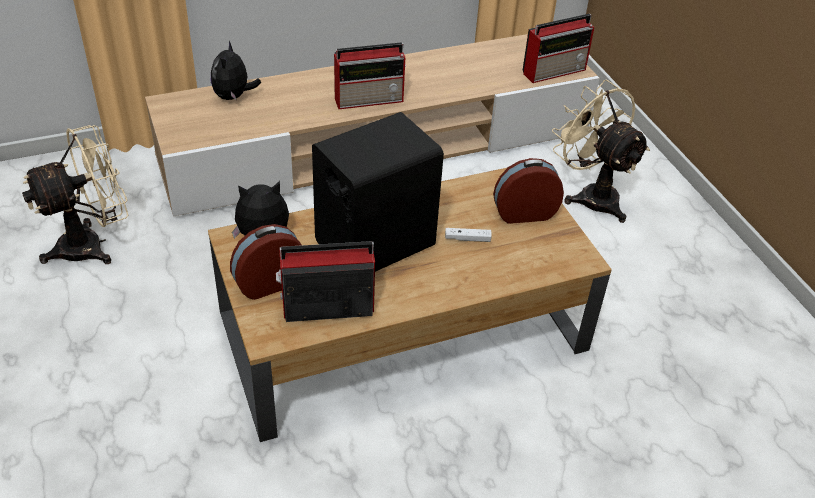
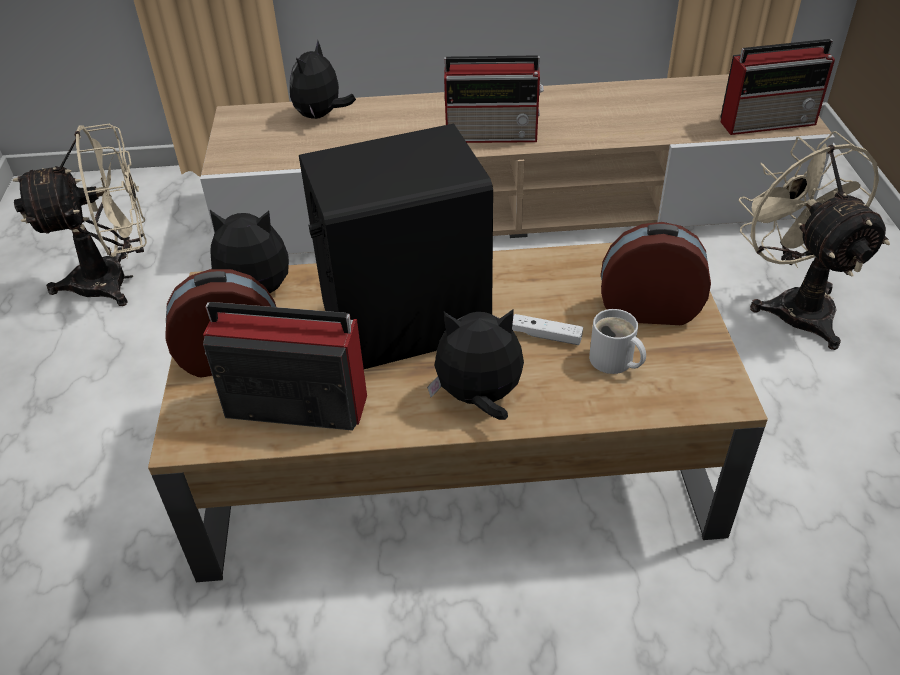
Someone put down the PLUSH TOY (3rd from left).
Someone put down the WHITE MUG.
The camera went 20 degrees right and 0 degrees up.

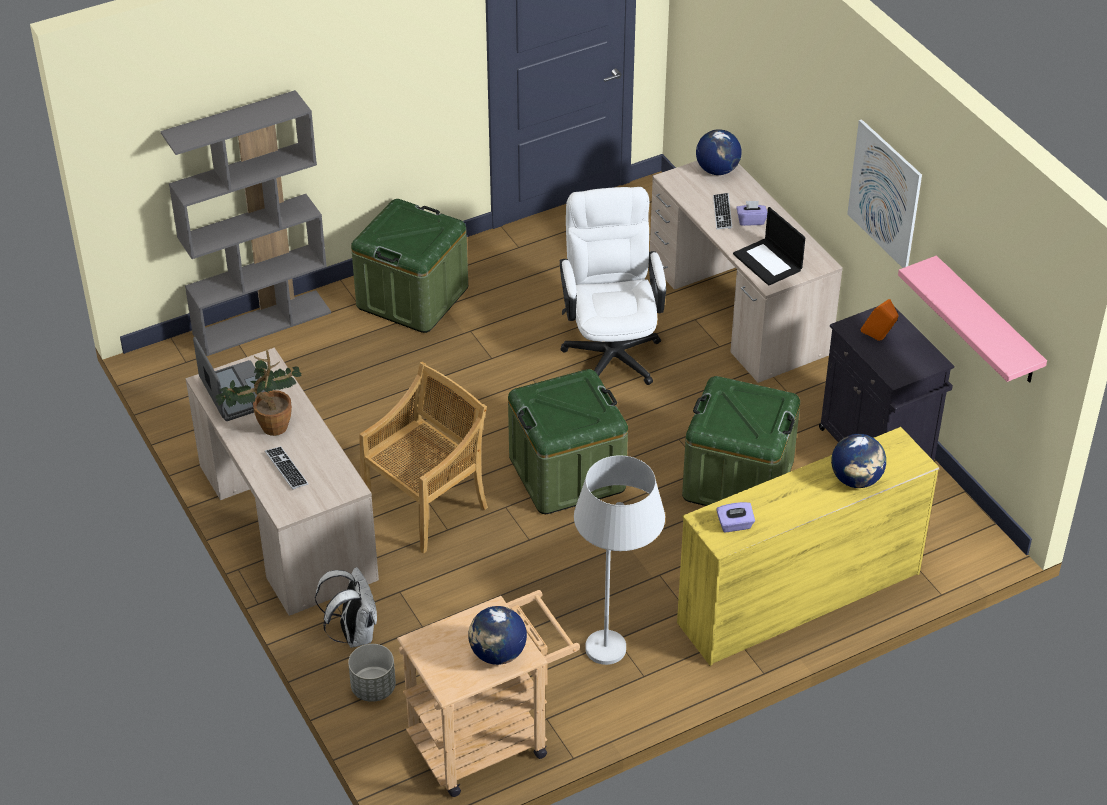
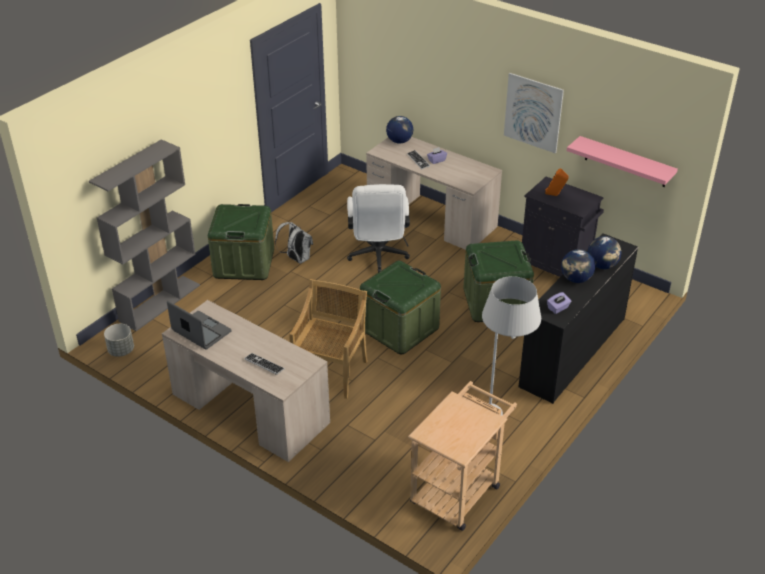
Someone took away the POTTED PLANT.
Someone carried the WHITE BACKPACK.
Someone carried the GREY PLANTER.
Someone carried the GLOBE (1st from left in the first image).
Someone rotated the WHITE OFFICE CHAIR by 150 degrees counterclockwise.
Someone repainted the YELLOW DRESSER, which became the BLACK DRESSER.
Someone took away the LAPTOP (2nd from left).
The camera went 25 degrees left and 5 degrees down.

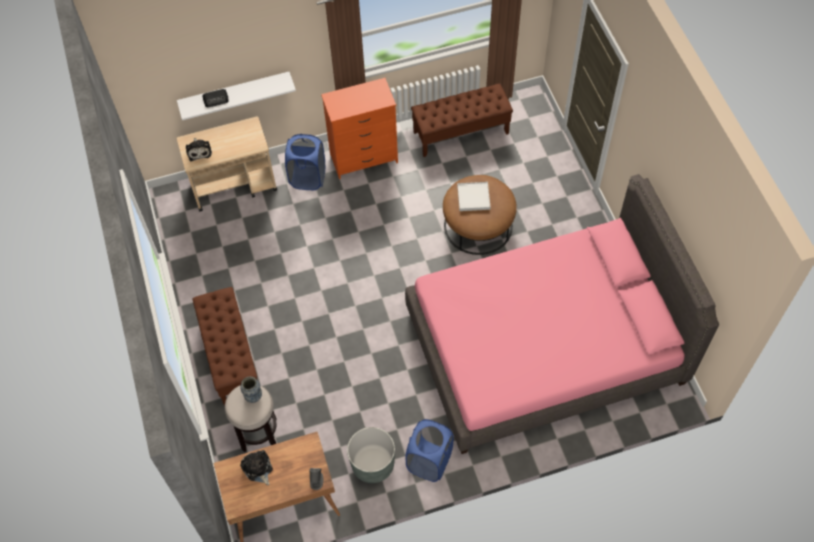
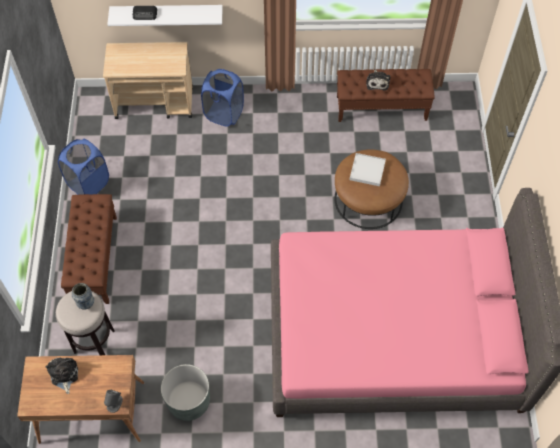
Someone carried the PLUSH TOY (1st from left in the first image).
Someone took away the ORANGE DRESSER.
Someone carried the BLUE LAUNDRY BASKET (2nd from left in the first image).
The camera went 15 degrees right and 0 degrees up.

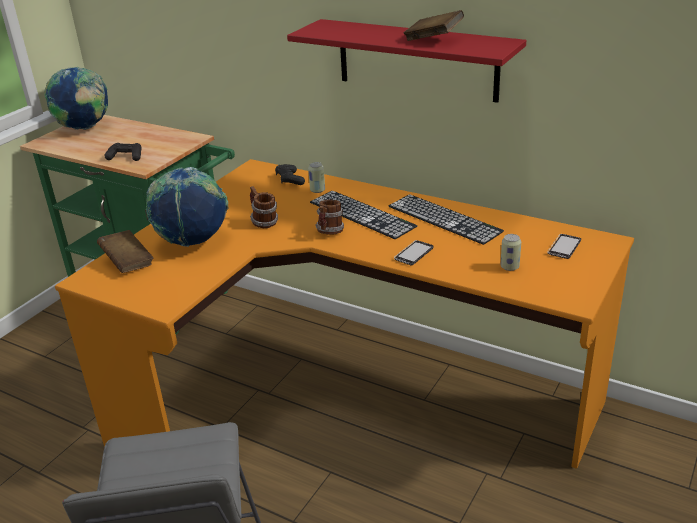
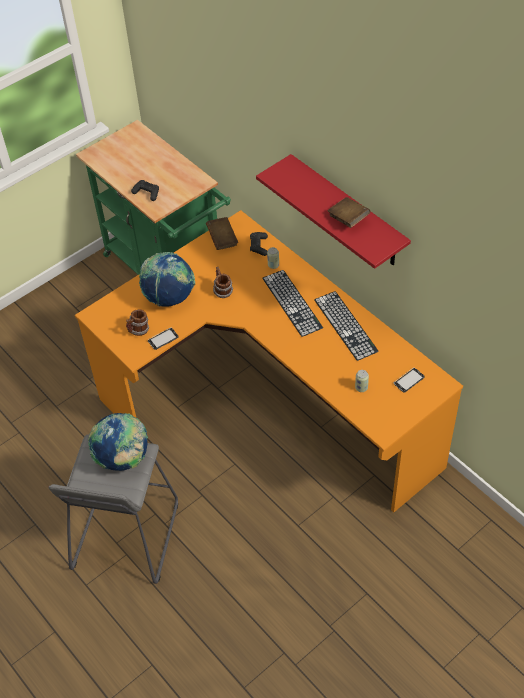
Someone carried the GLOBE (1st from left).
Someone carried the BROWN BOOK (1st from left).
Someone carried the MUG (2nd from left in the first image).
Someone carried the PHONE (1st from left).
The camera went 20 degrees right and 20 degrees up.

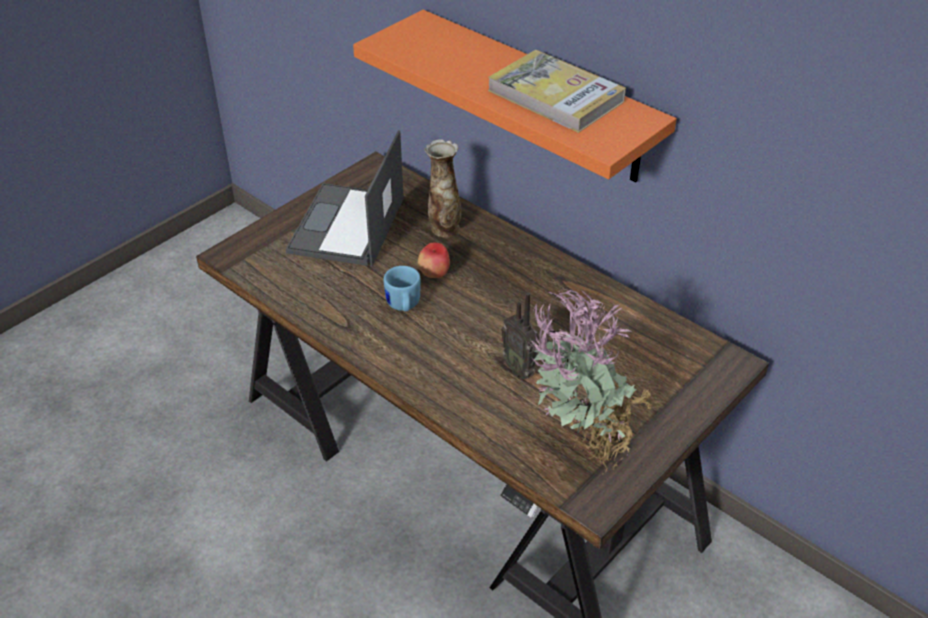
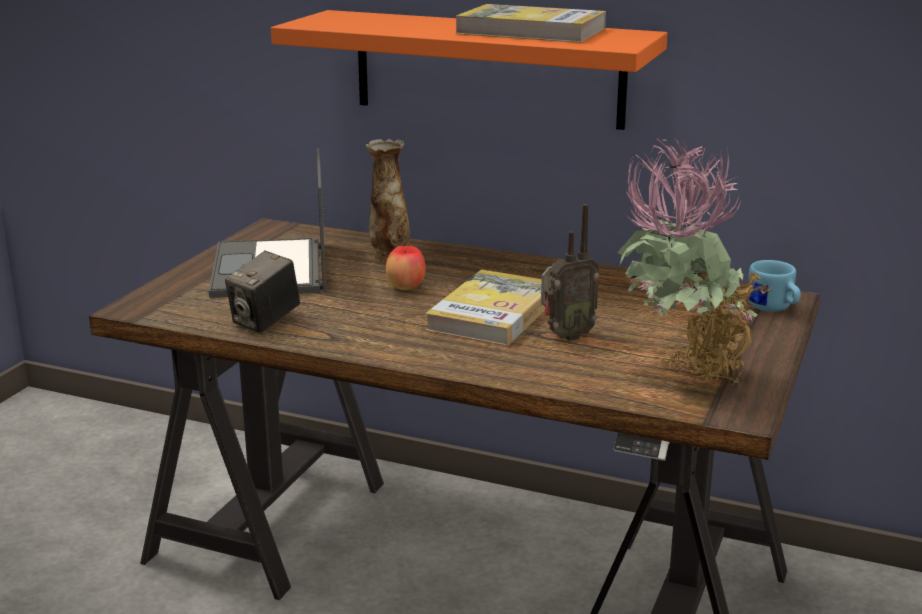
Someone carried the BLUE MUG.
Someone rotated the RADIO by 60 degrees counterclockwise.
Someone put down the PHOTO CAMERA.
Someone put down the BOOK (1st from left).
The camera went 20 degrees left and 20 degrees down.

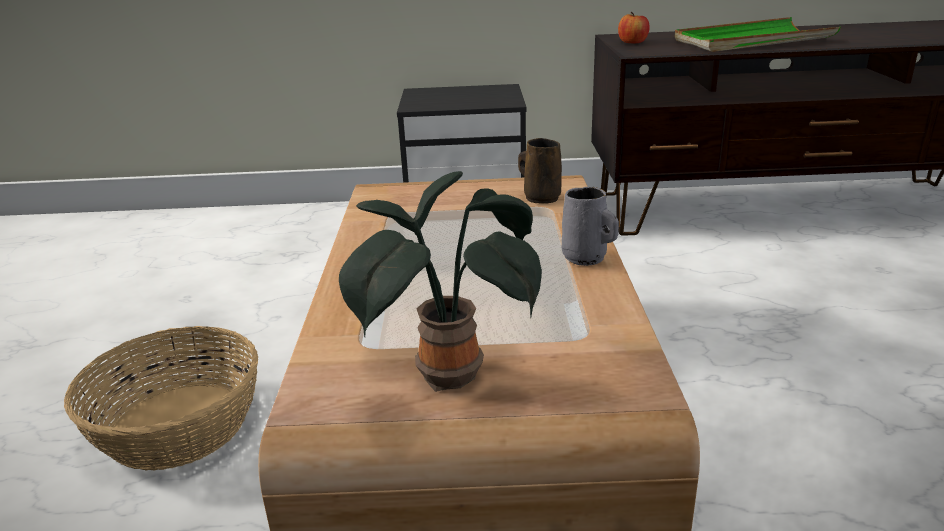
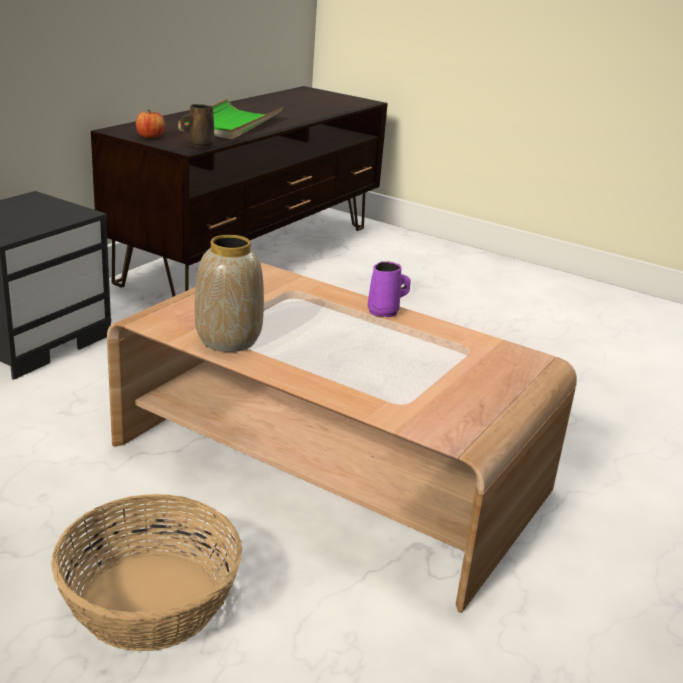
Someone took away the POTTED PLANT.
Someone carried the BROWN MUG.
Someone repainted the GREY MUG, which became the PURPLE MUG.
Someone put down the VASE.
The camera went 60 degrees left and 0 degrees up.

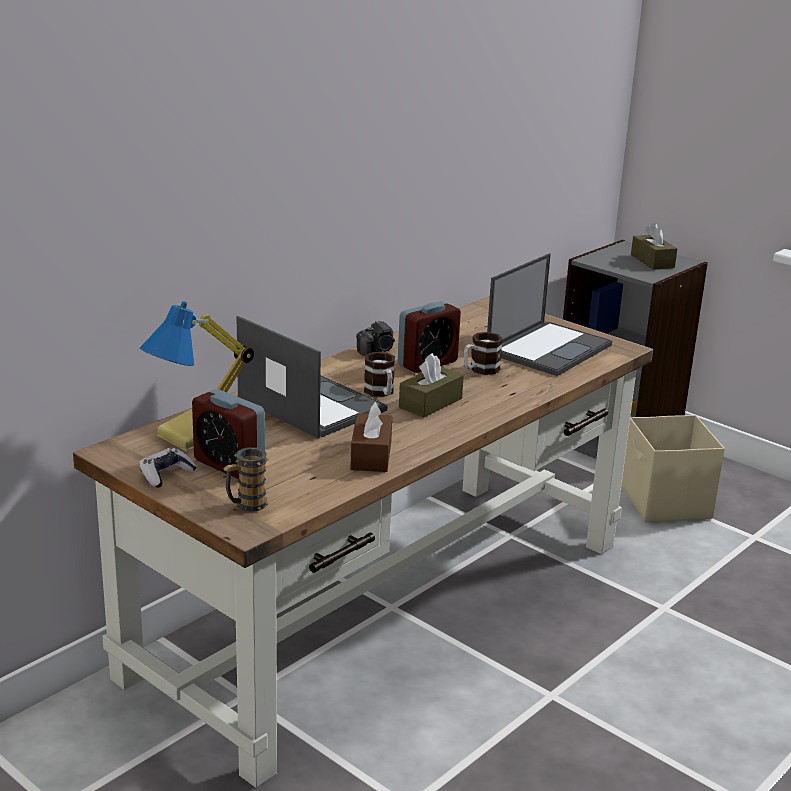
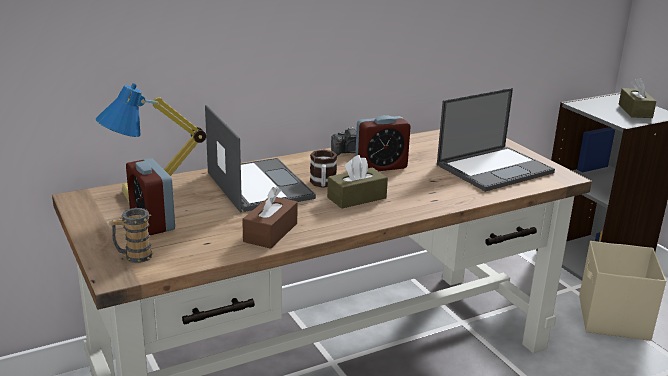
Someone took away the GAME CONTROLLER.
Someone took away the MUG (3rd from left).
The camera went 20 degrees right and 0 degrees up.

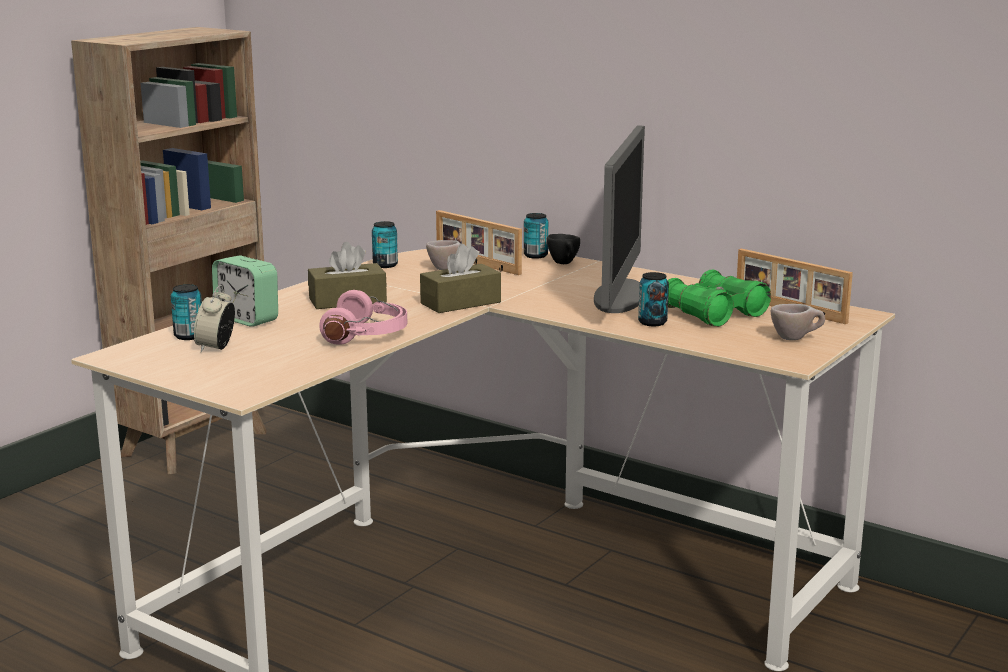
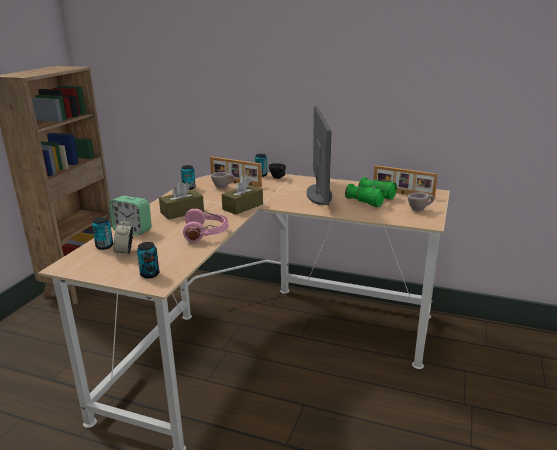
Someone carried the CAN (4th from left in the first image).
The camera went 15 degrees left and 5 degrees up.

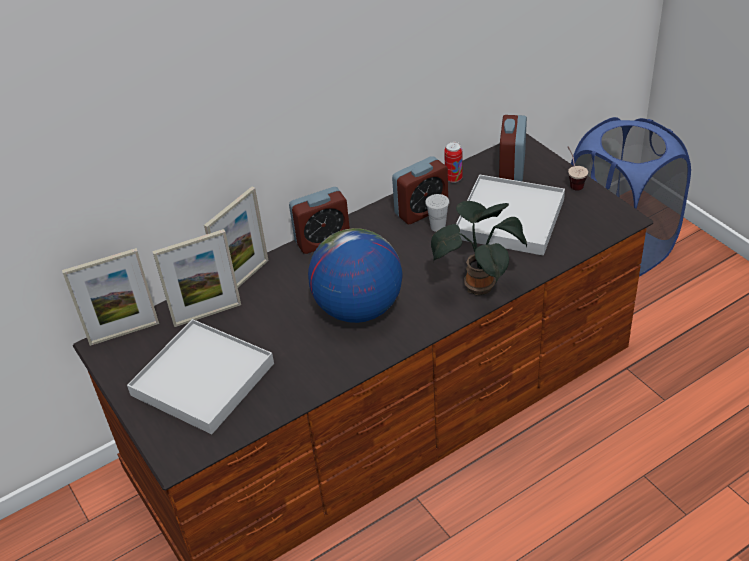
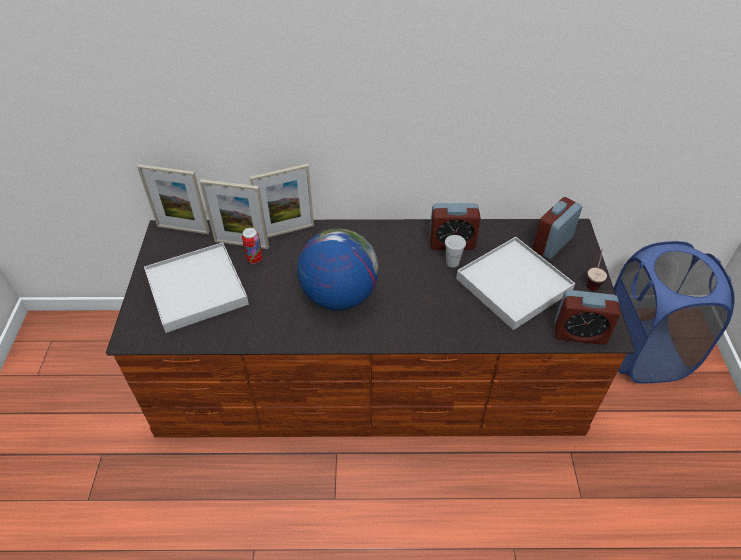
Someone carried the ALARM CLOCK (1st from left in the first image).
Someone took away the POTTED PLANT.
Someone carried the CAN.
The camera went 30 degrees right and 5 degrees up.

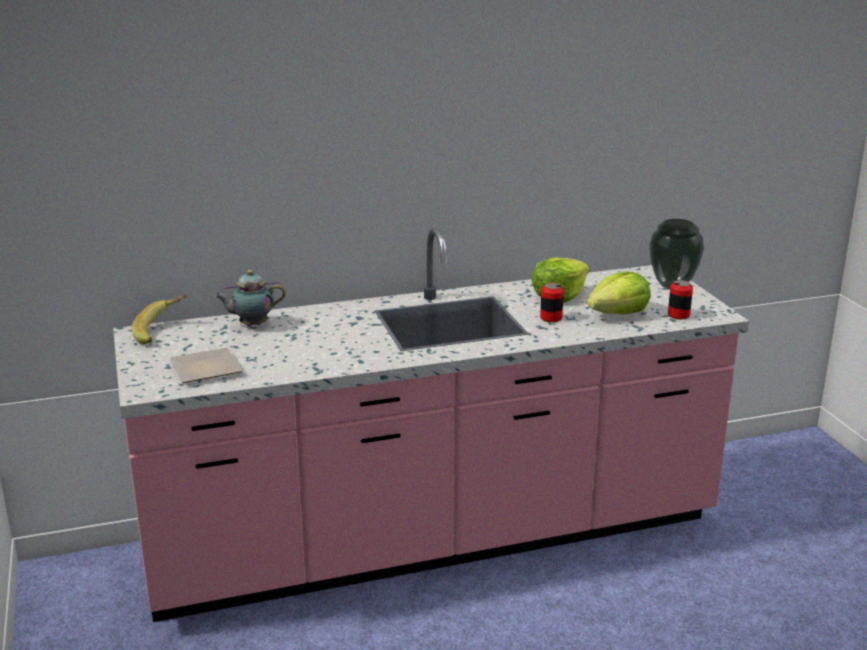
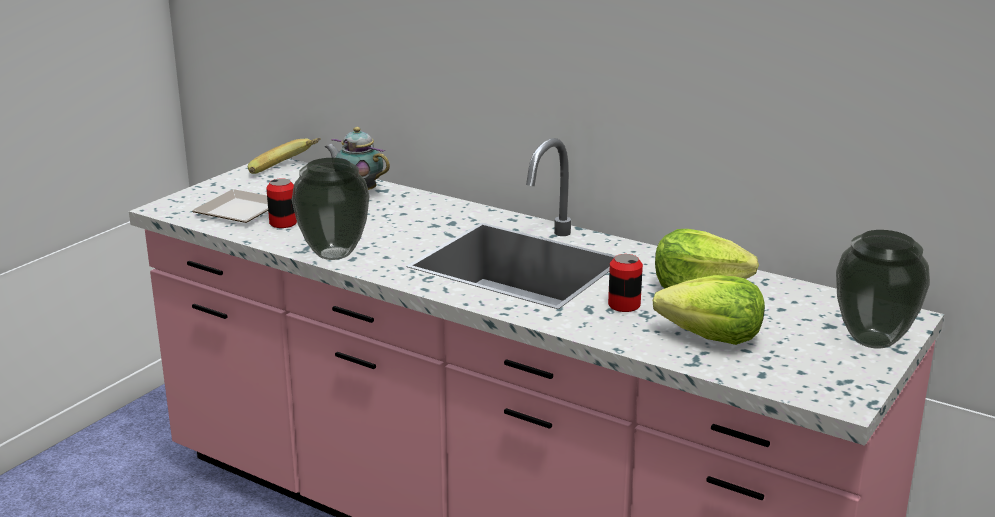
Someone carried the CAN (2nd from left in the first image).
Someone put down the VASE (1st from left).
The camera went 50 degrees right and 0 degrees up.

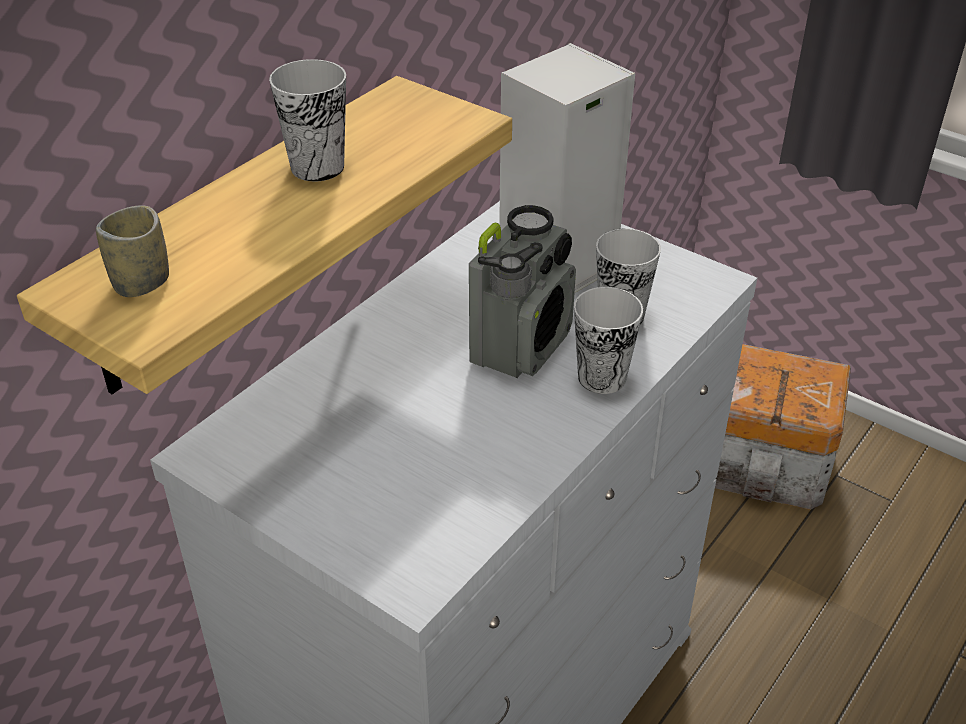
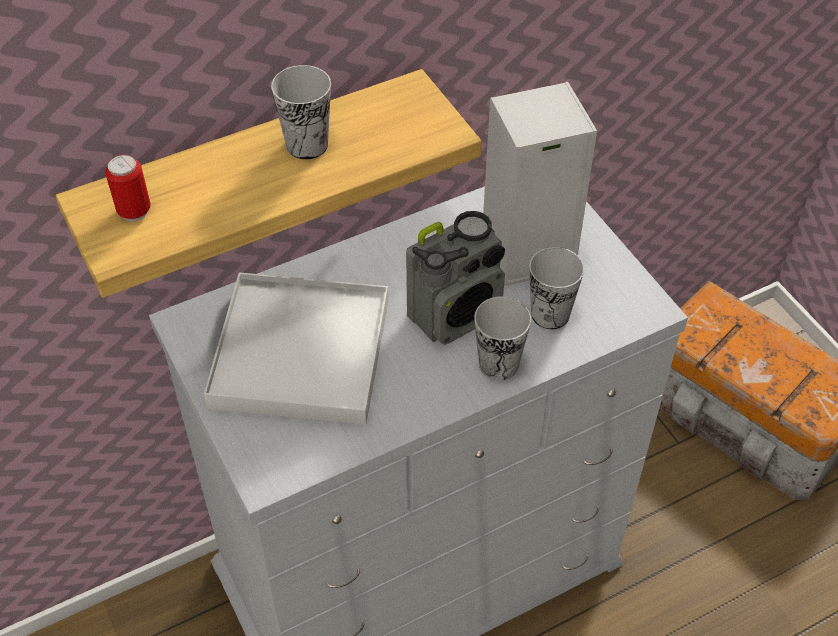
Someone swapped the CUP (1st from left) for the CAN.
Someone put down the WHITE TRAY.
The camera went 25 degrees right and 10 degrees up.

